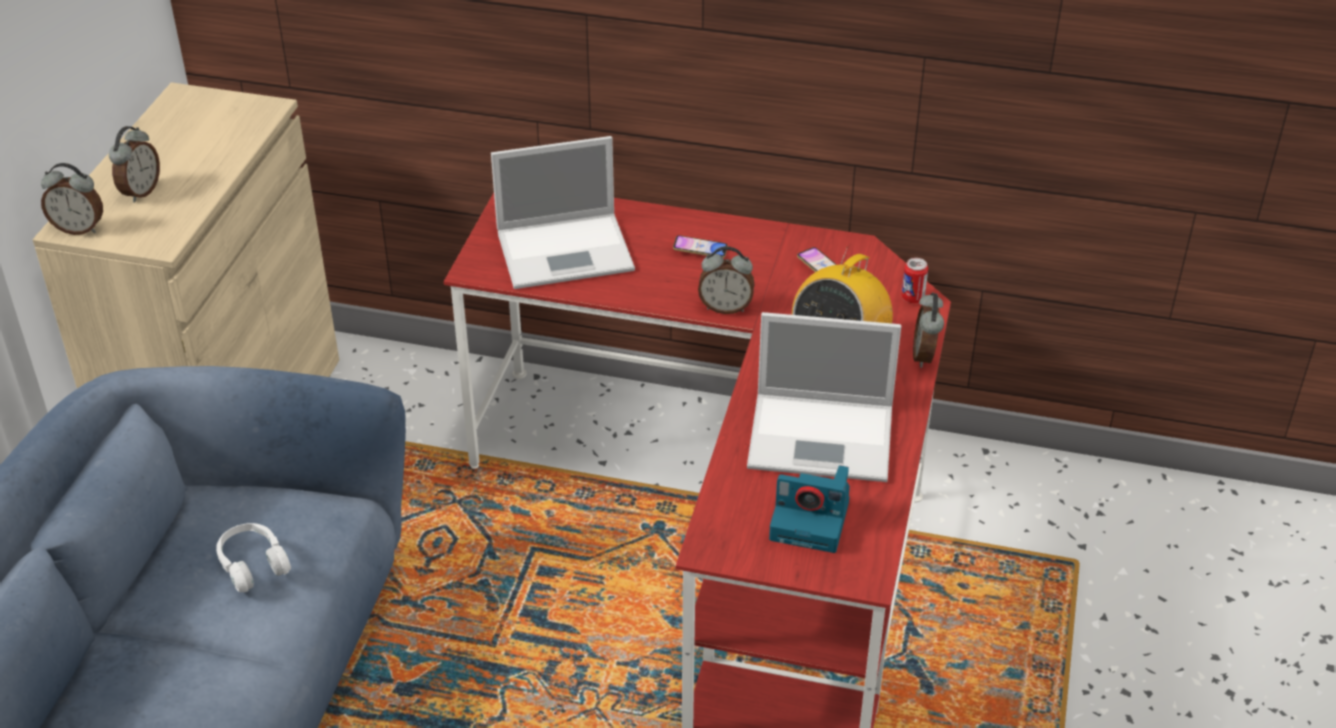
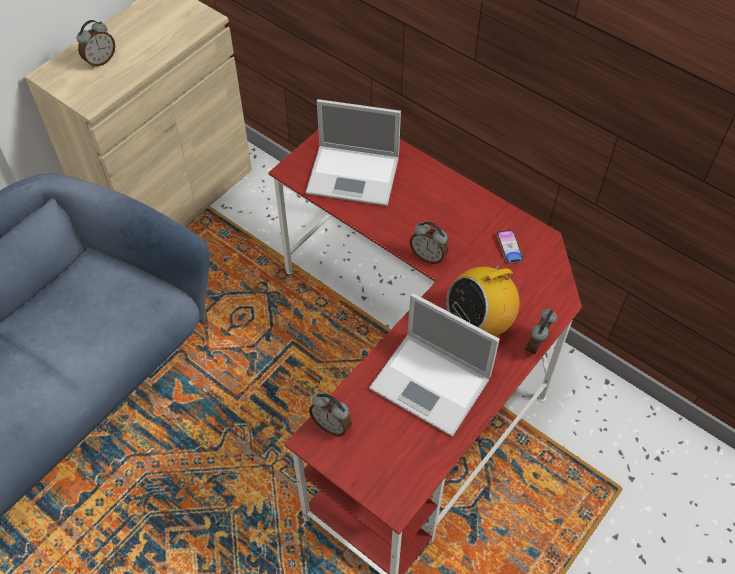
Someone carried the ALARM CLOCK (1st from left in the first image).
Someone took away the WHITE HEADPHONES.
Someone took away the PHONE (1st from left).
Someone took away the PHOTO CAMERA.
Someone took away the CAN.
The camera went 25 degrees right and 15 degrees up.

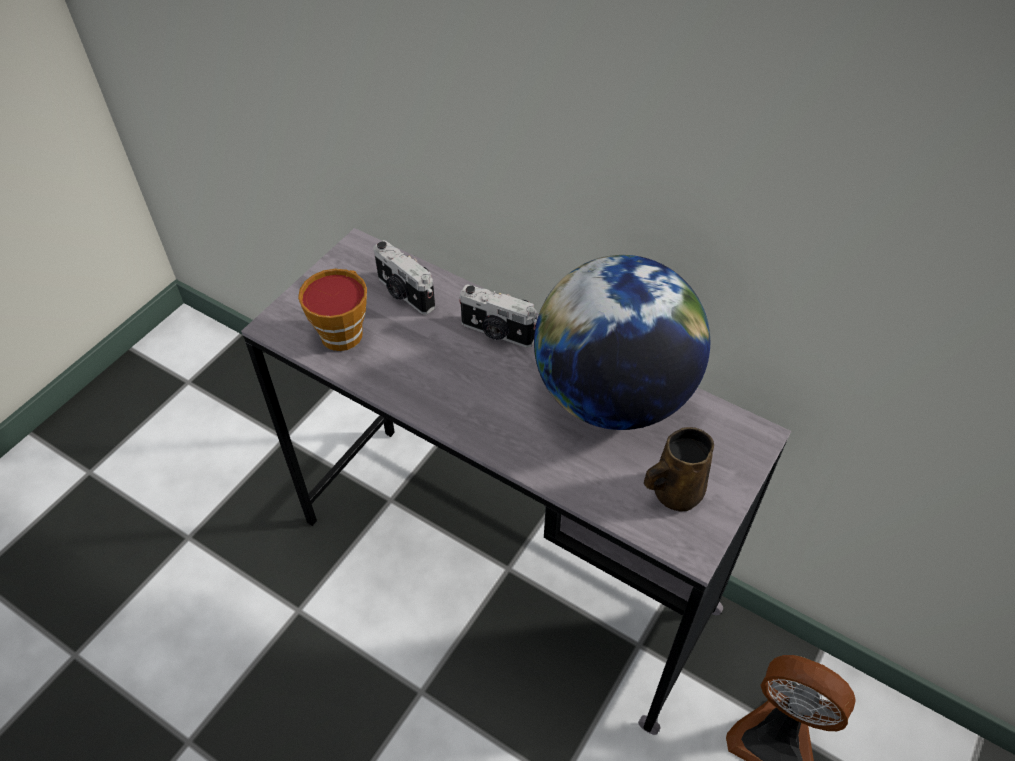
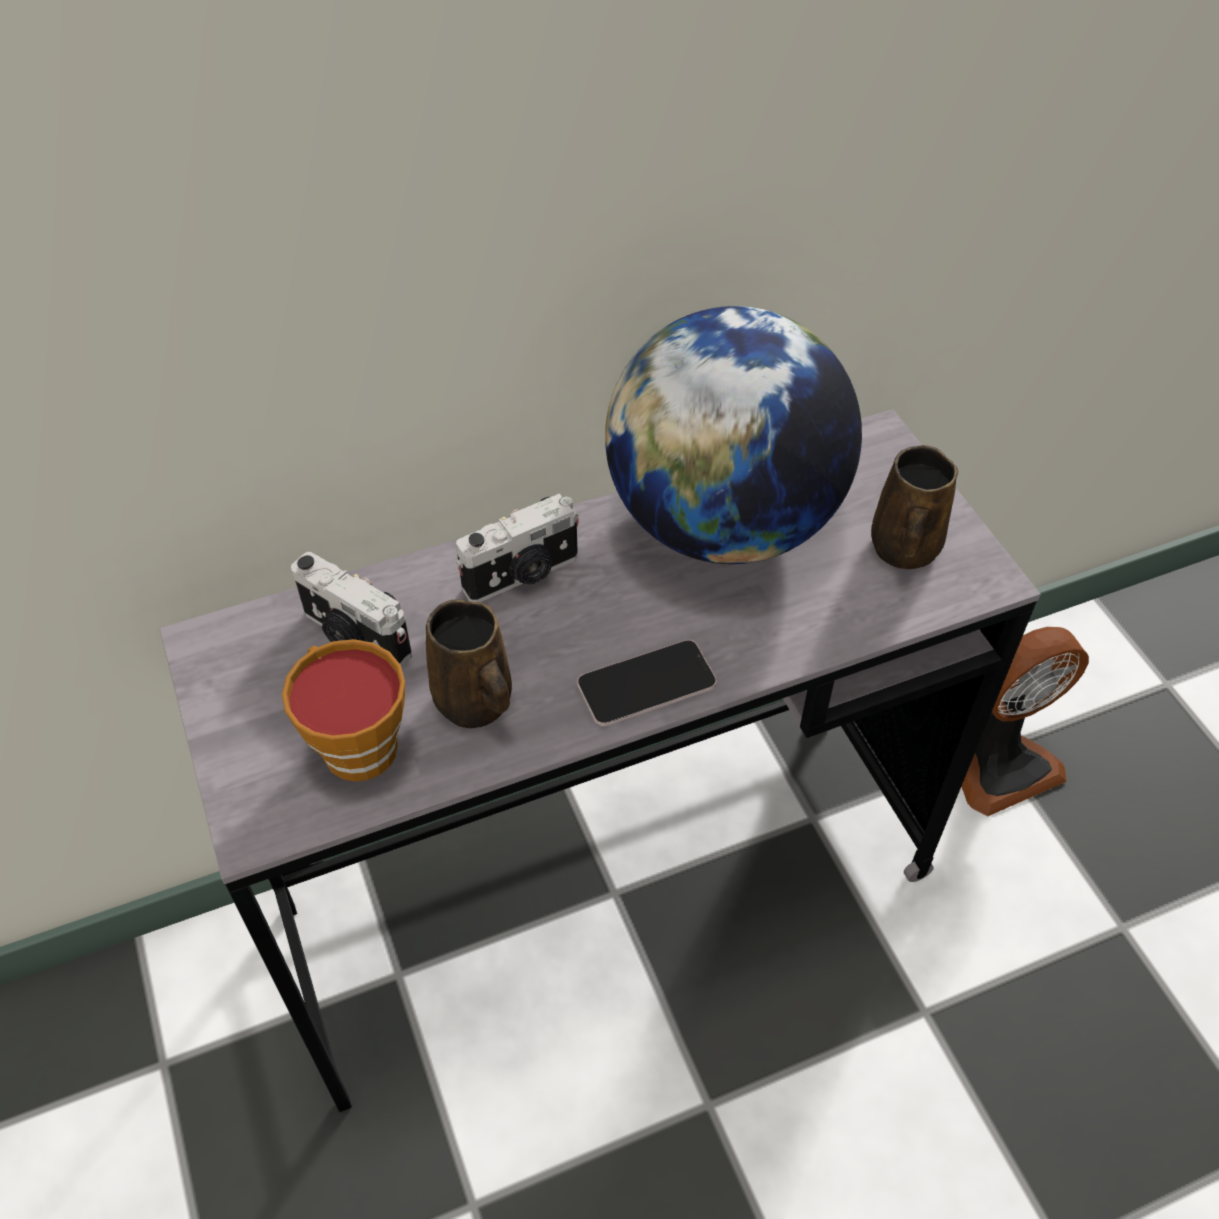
Someone rotated the PHOTO CAMERA (1st from left) by 45 degrees clockwise.
Someone put down the BROWN MUG (1st from left).
Someone put down the PHONE.
The camera went 55 degrees left and 0 degrees up.

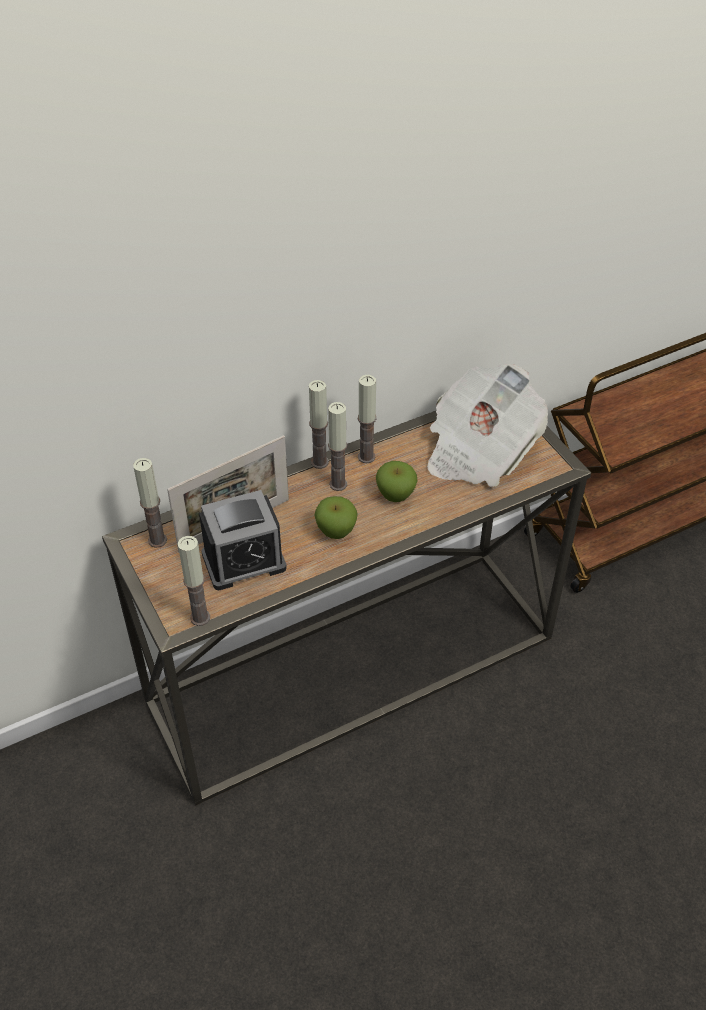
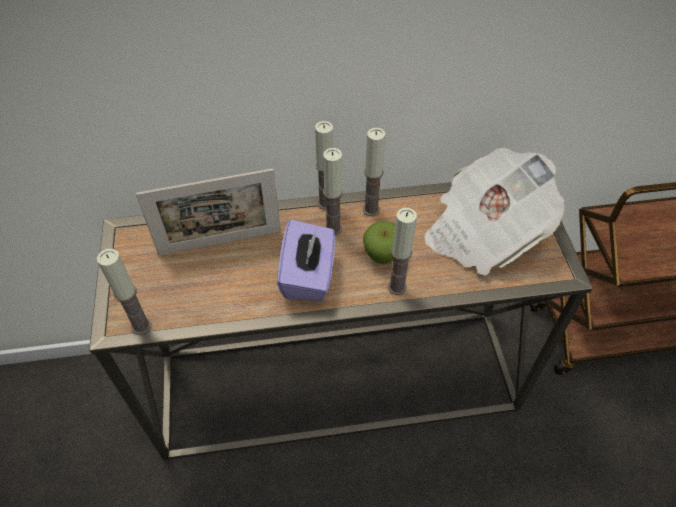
Someone carried the CANDLE (1st from left in the first image).
Someone took away the ALARM CLOCK.
Someone swapped the APPLE (1st from left) for the PURPLE TISSUE BOX.
The camera went 20 degrees right and 5 degrees up.

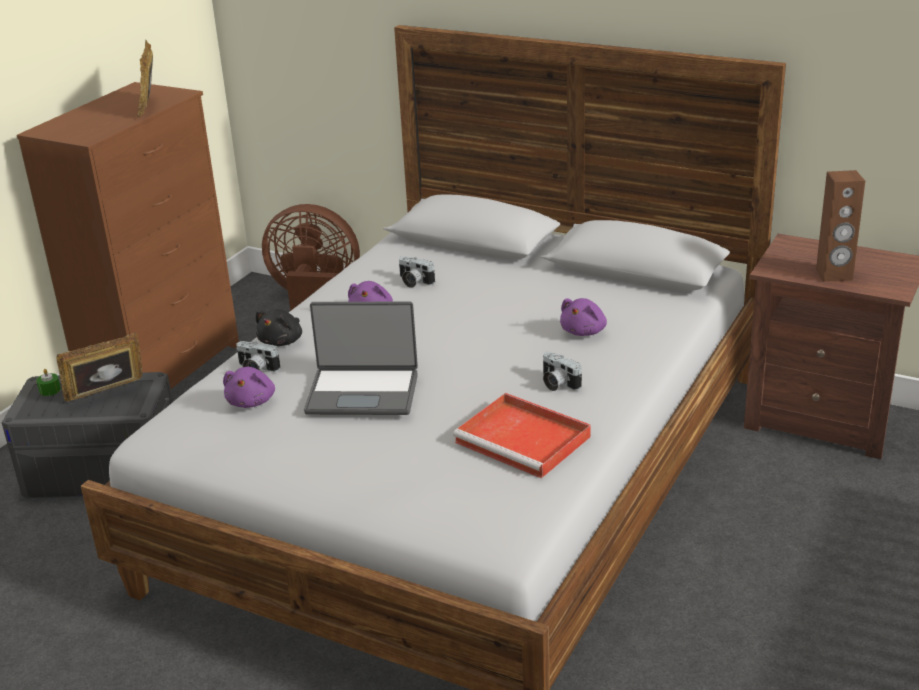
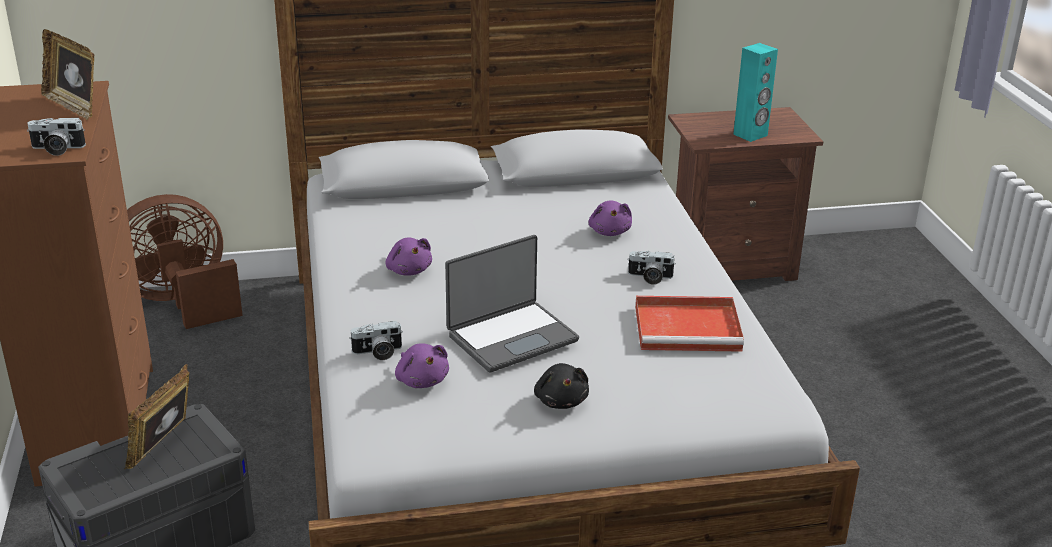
Someone took away the GREEN CANDLE.
Someone carried the BLACK PLUSH TOY.
Someone carried the PHOTO CAMERA (2nd from left in the first image).
Someone repainted the BROWN SPEAKER, which became the TURQUOISE SPEAKER.
The camera went 40 degrees left and 0 degrees up.

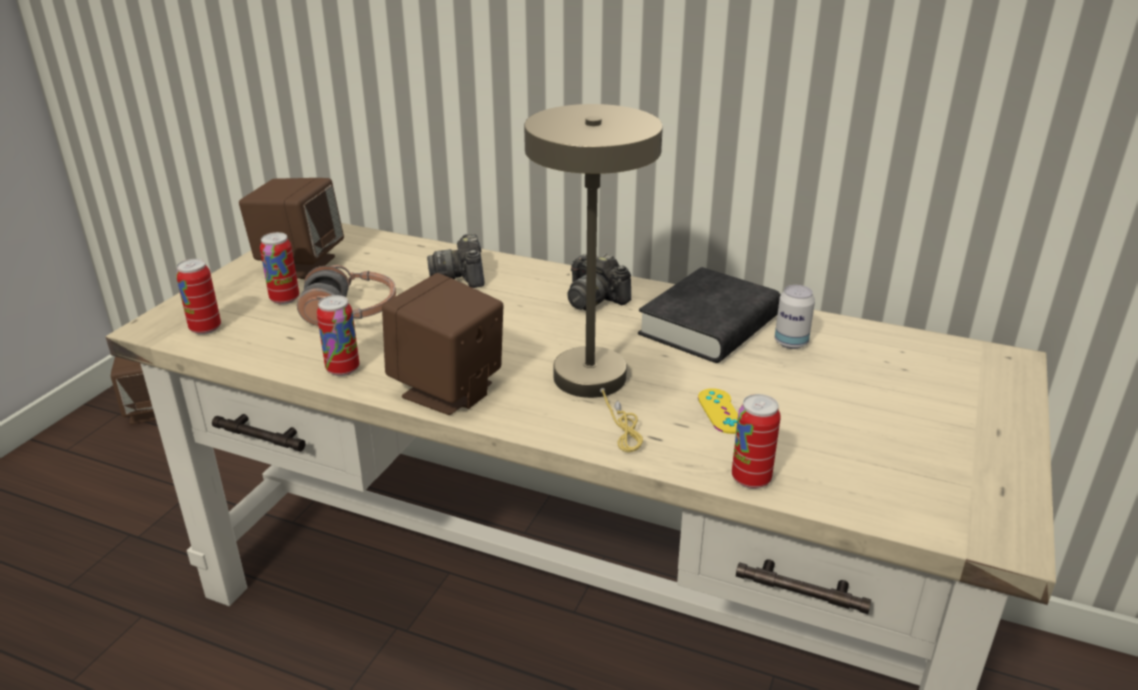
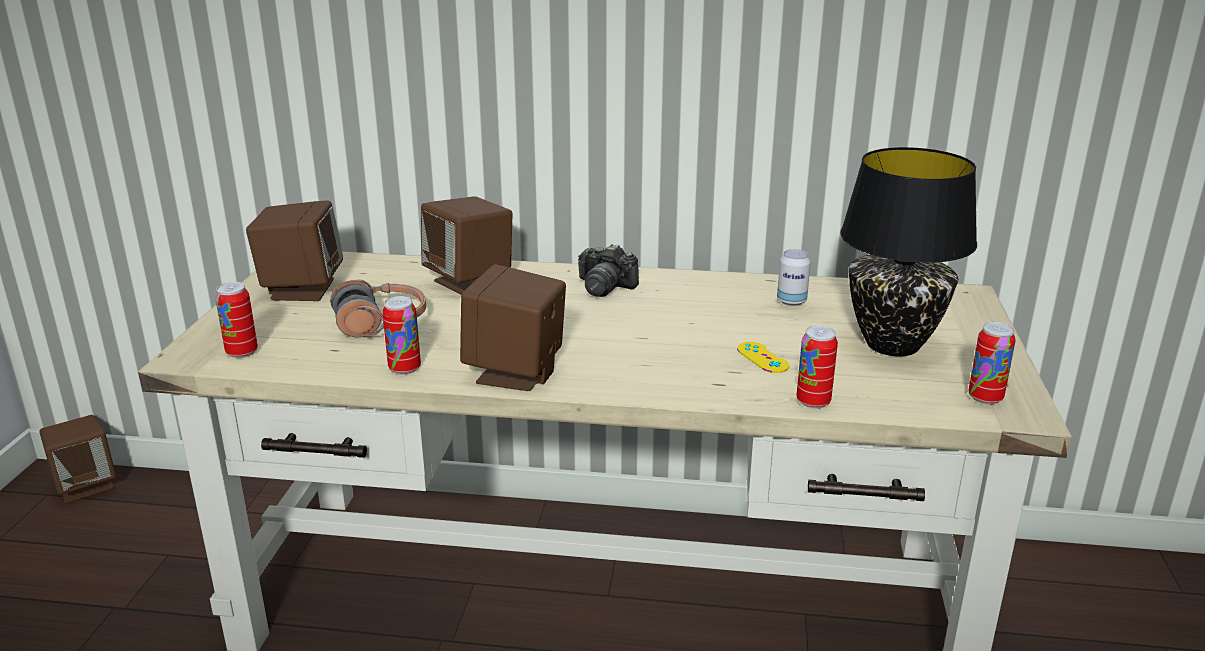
Someone carried the CAN (2nd from left in the first image).
Someone swapped the PHOTO CAMERA (1st from left) for the BROWN SPEAKER (3rd from left).
Someone took away the BEIGE TABLE LAMP.
Someone took away the BLACK BOOK.
Someone put down the BLACK TABLE LAMP.
The camera went 15 degrees left and 5 degrees down.

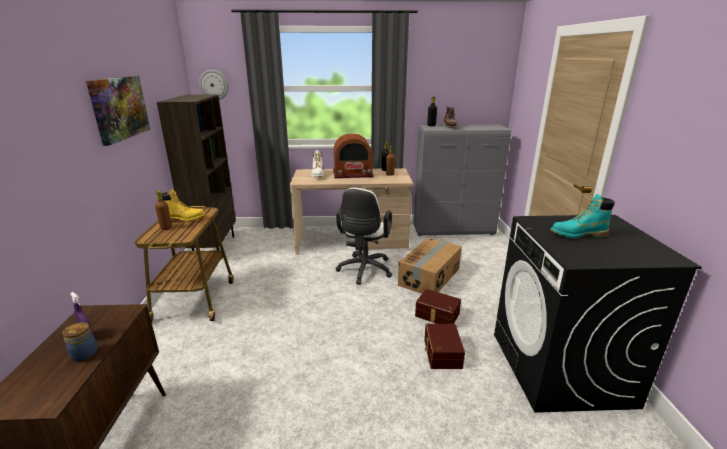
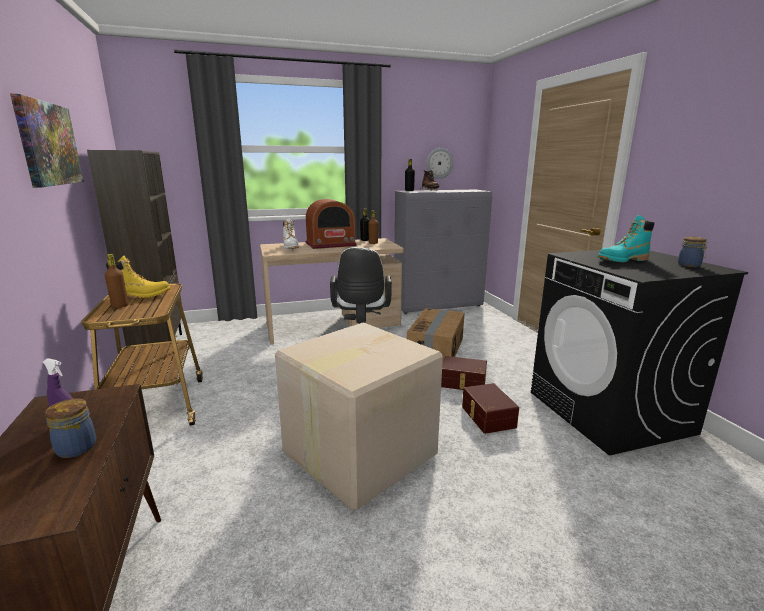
Someone carried the WALL CLOCK.
Someone put down the CARDBOARD BOX (1st from left).
Someone put down the JAR (2nd from left).
The camera went 15 degrees left and 5 degrees down.

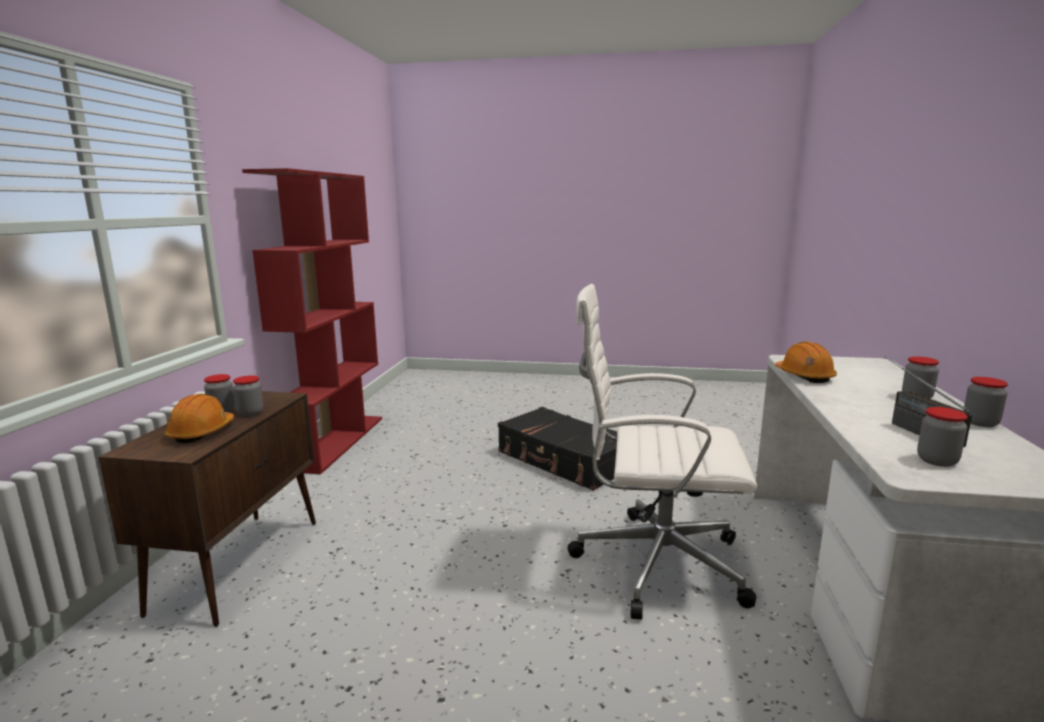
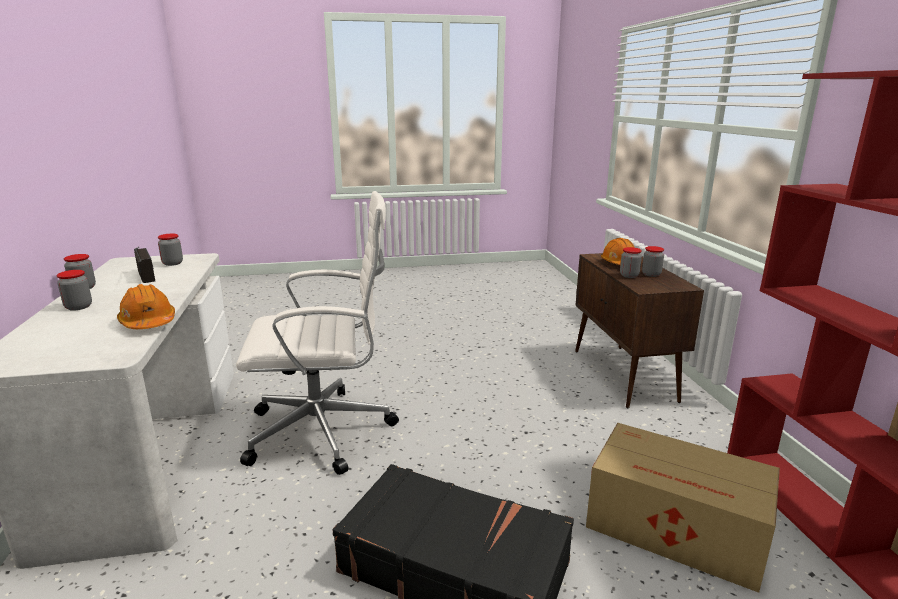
Someone put down the CARDBOARD BOX.
The camera went 160 degrees right and 5 degrees up.

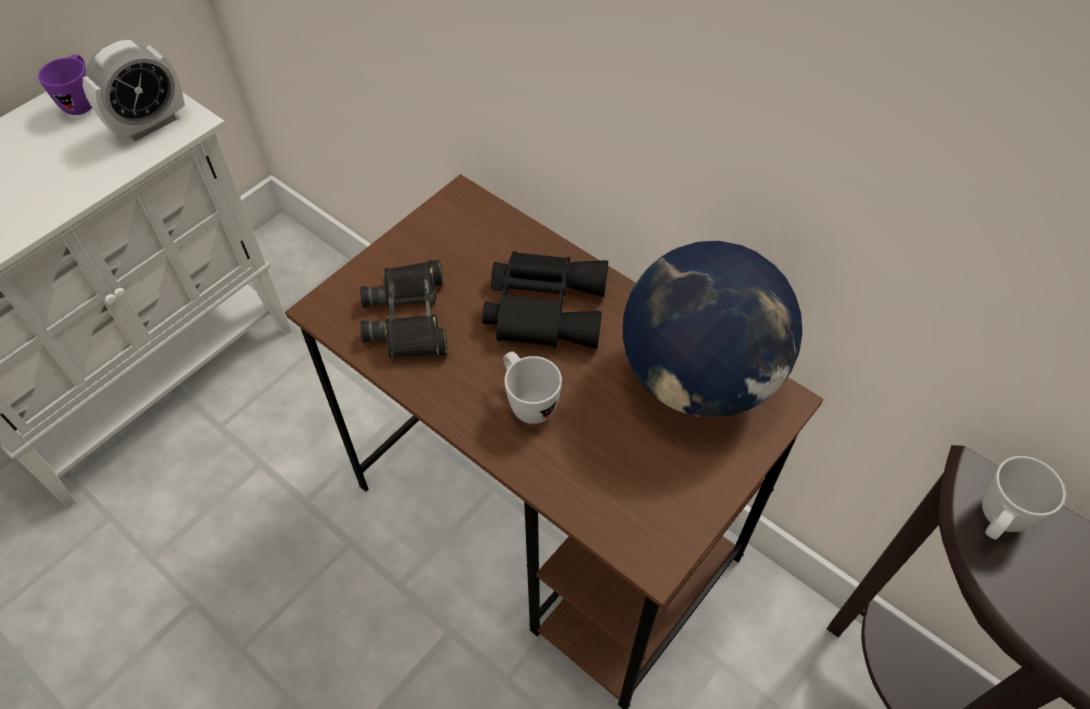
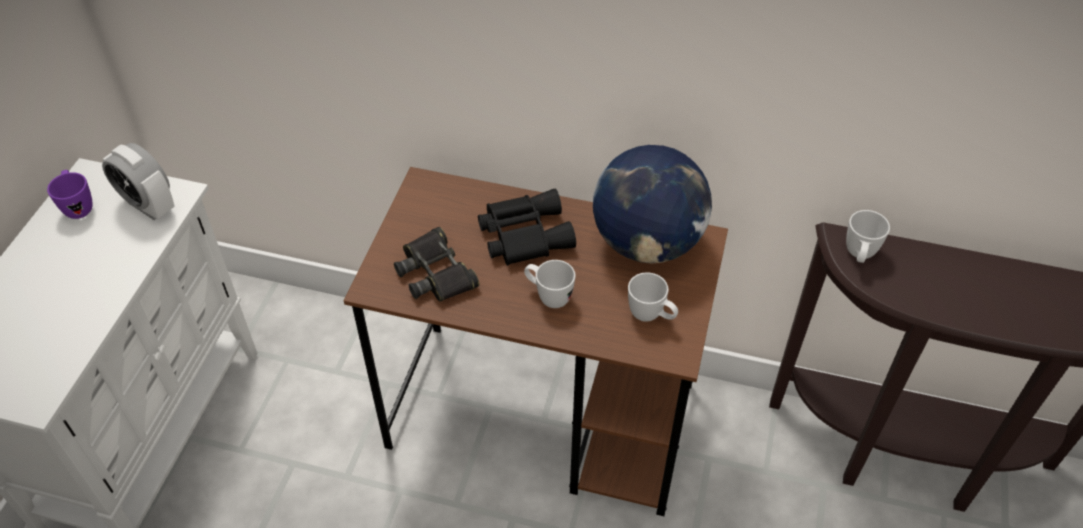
Someone rotated the ALARM CLOCK by 105 degrees clockwise.
Someone put down the WHITE MUG (2nd from left).
The camera went 25 degrees left and 5 degrees down.

